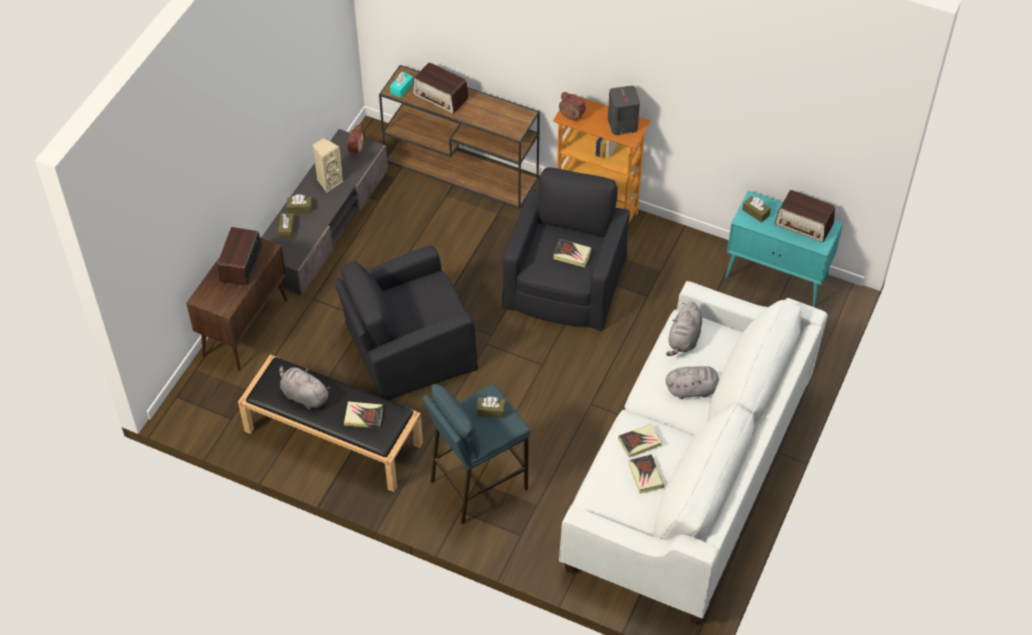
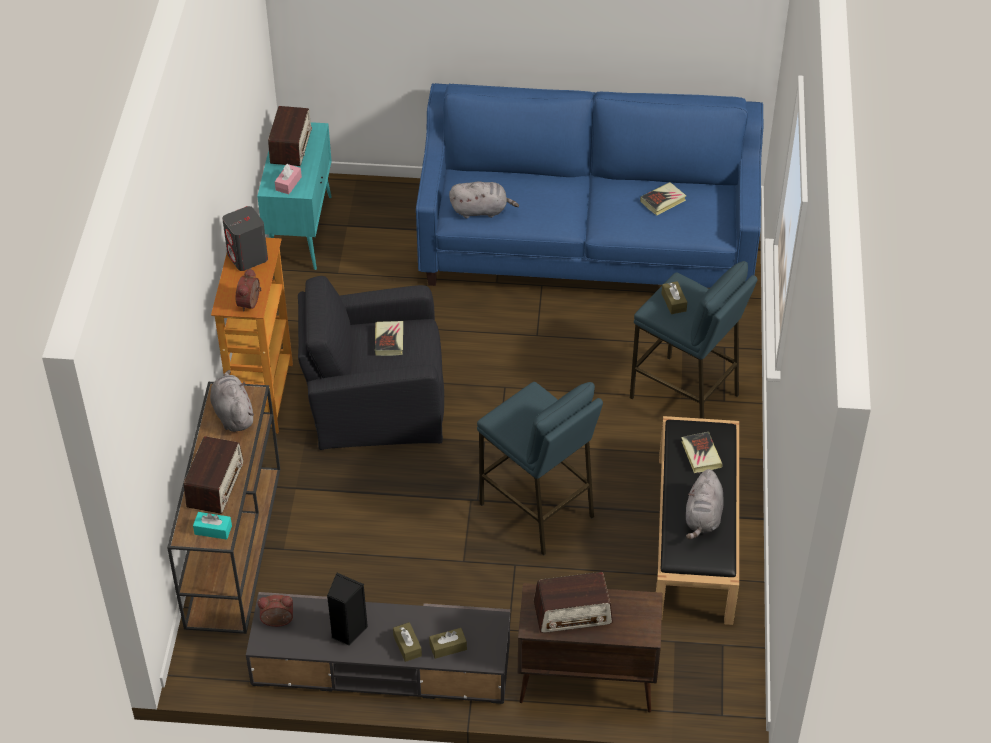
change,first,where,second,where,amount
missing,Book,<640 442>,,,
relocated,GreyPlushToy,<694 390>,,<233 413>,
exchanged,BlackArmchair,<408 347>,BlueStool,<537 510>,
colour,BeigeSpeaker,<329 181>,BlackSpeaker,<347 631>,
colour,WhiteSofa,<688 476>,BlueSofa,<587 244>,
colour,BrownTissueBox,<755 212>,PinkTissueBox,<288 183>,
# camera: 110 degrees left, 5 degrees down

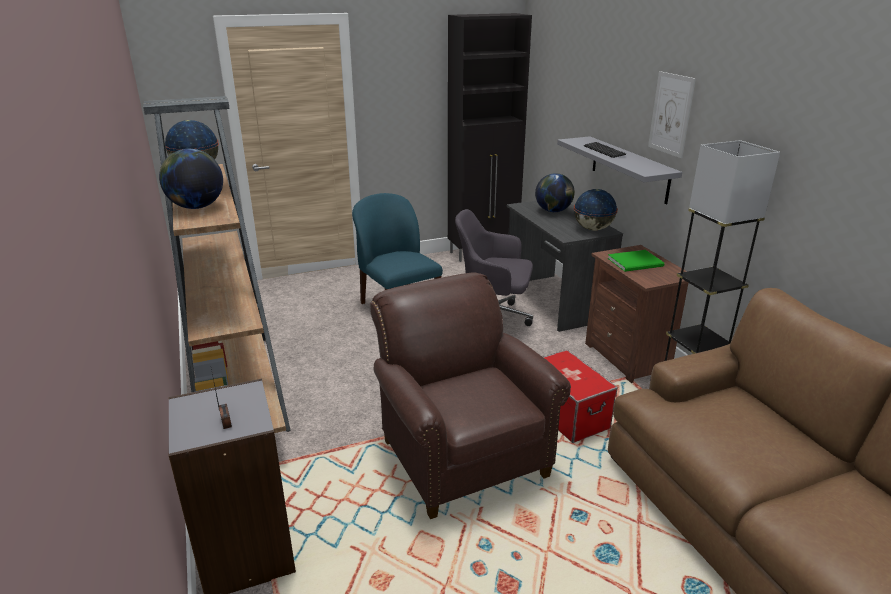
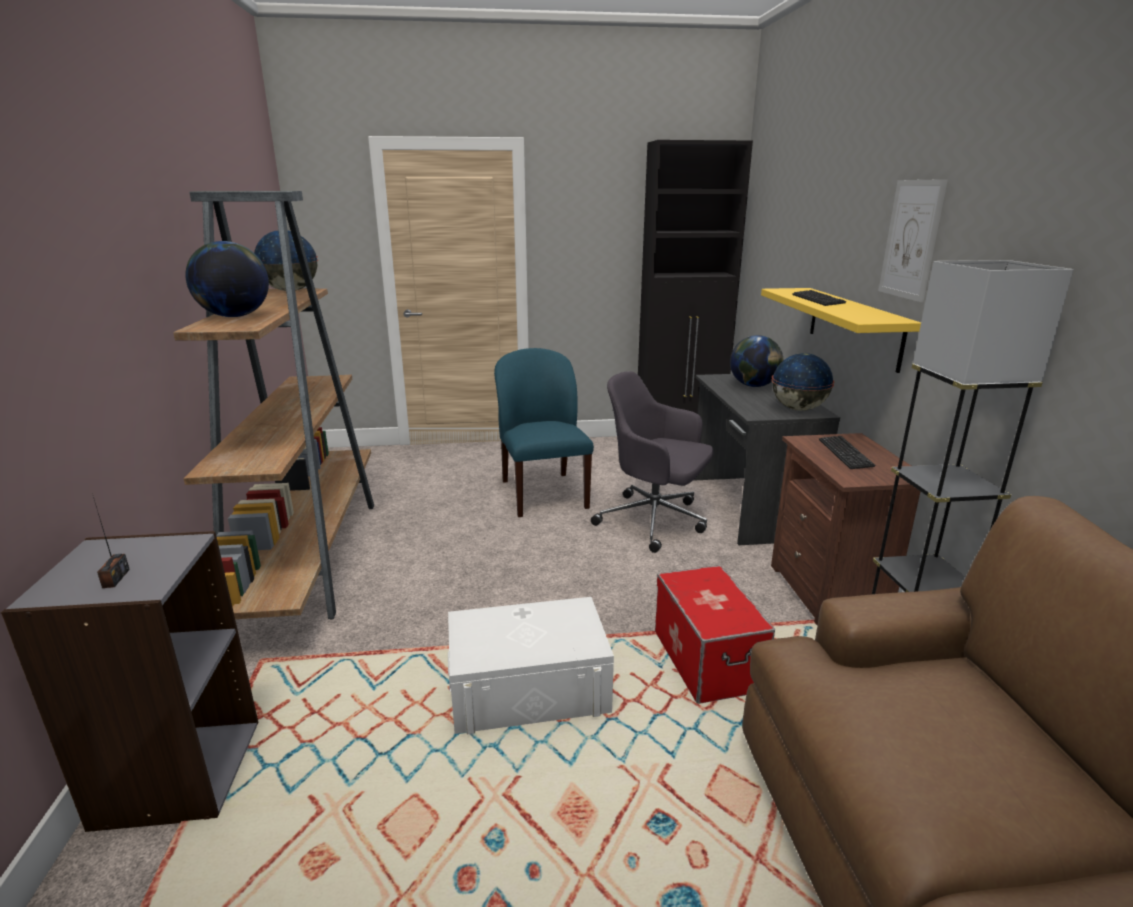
change,first,where,second,where,amount
exchanged,BrownArmchair,<460 453>,WhiteStorageBox,<528 688>,
exchanged,GreenBook,<637 262>,Keyboard,<845 454>,
colour,GreyShelf,<629 169>,YellowShelf,<854 327>,
# camera: 15 degrees right, 5 degrees down

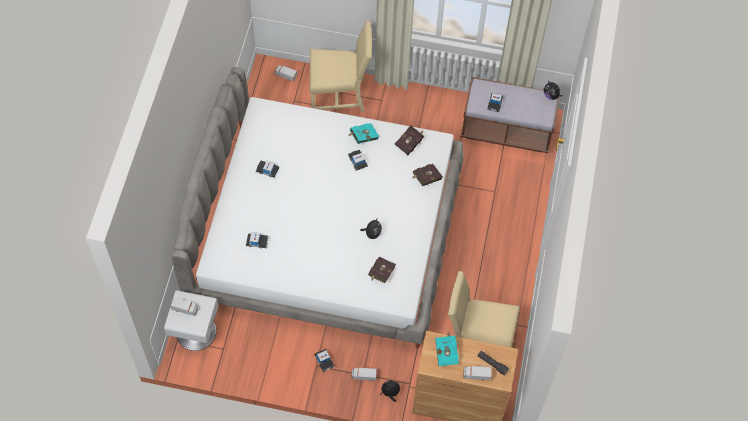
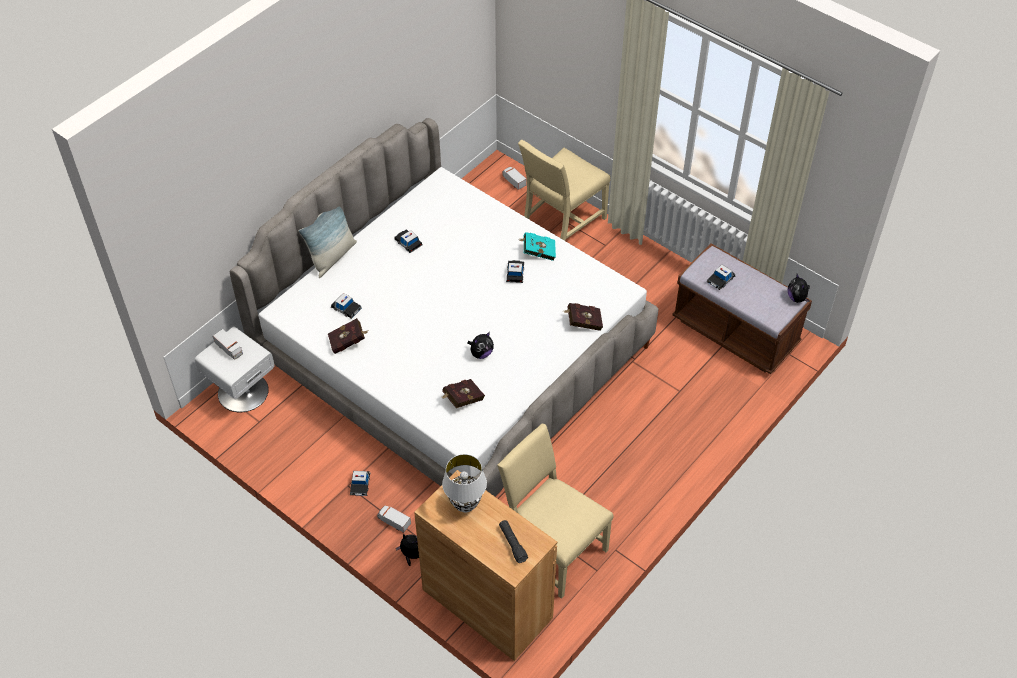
change,first,where,second,where,amount
missing,ToyTruck,<476 375>,,,
appeared,,,Pillow,<332 257>,
relocated,RedBook,<410 143>,,<349 342>,
exchanged,TurquoiseBook,<446 352>,WhiteTableLamp,<465 505>,
spun,BeigeChair,<340 95>,,<561 222>,105 degrees clockwise
# camera: 30 degrees right, 10 degrees down

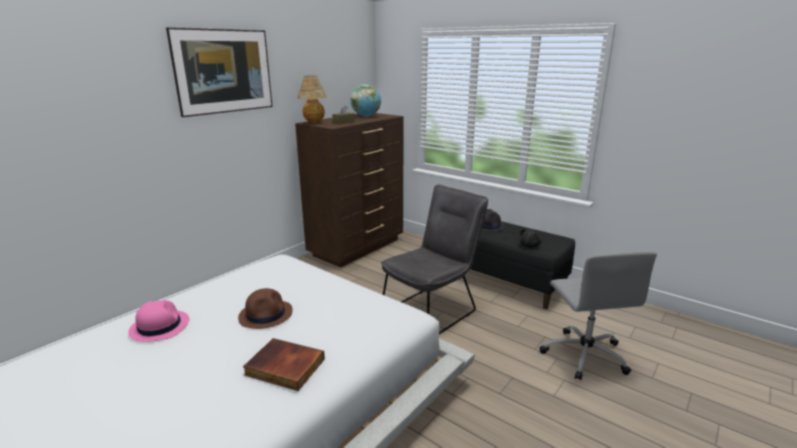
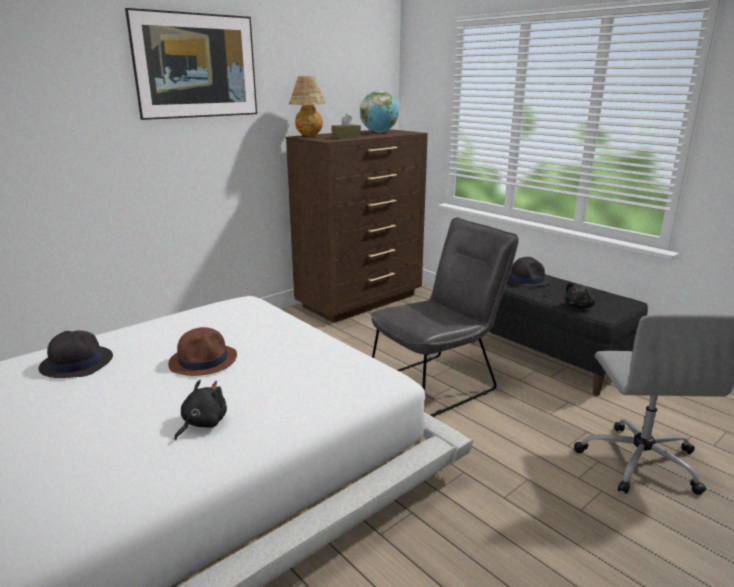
change,first,where,second,where,amount
exchanged,Book,<284 367>,BlackPlushToy,<202 423>,
colour,PinkHat,<159 326>,BlackHat,<76 362>,
# camera: 10 degrees right, 0 degrees up

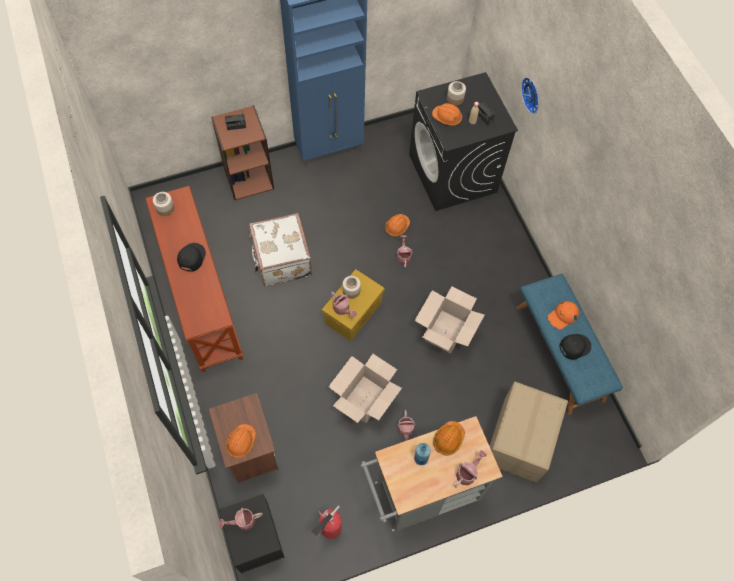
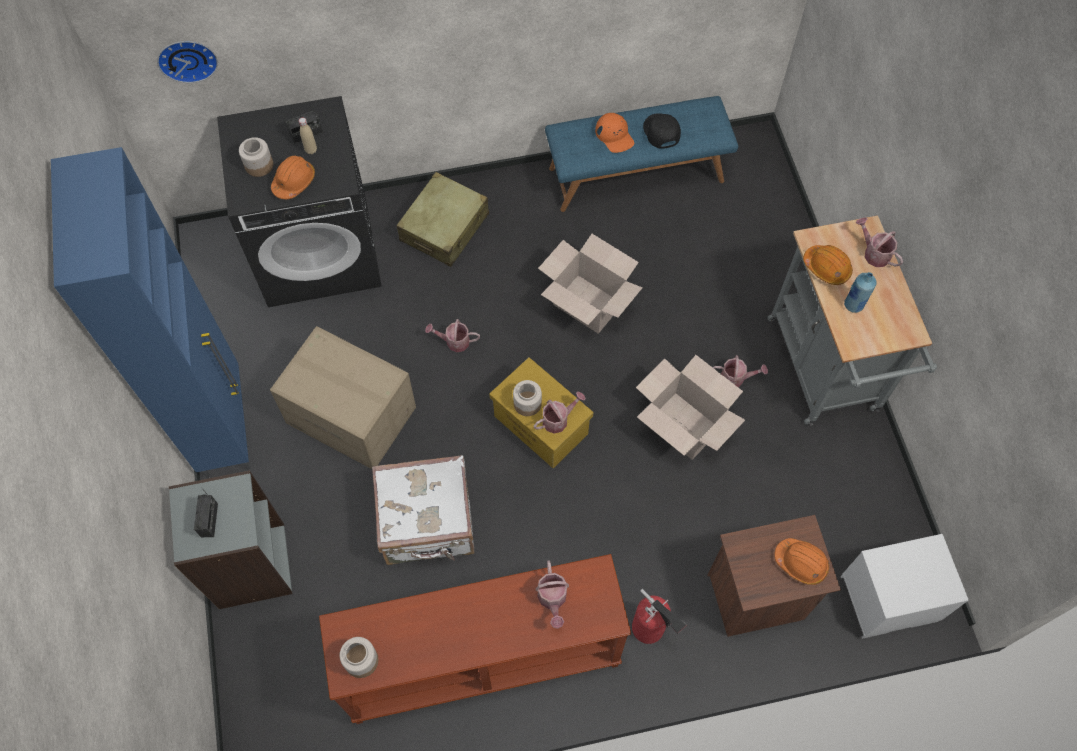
change,first,where,second,where,amount
missing,BlackCap,<191 257>,,,
missing,OrangeHardHat,<397 227>,,,
appeared,,,BeigeSuitcase,<445 227>,
relocated,WateringCan,<242 521>,,<552 599>,
relocated,FireExtinguisher,<329 529>,,<650 630>,
relocated,CardboardBox,<520 440>,,<352 414>,
relocated,WallClock,<532 94>,,<187 58>,
colour,BrownBookcase,<248 178>,GreyBookcase,<251 566>,
colour,BlackNightstand,<254 538>,WhiteNightstand,<888 600>,
# camera: 80 degrees left, 0 degrees up

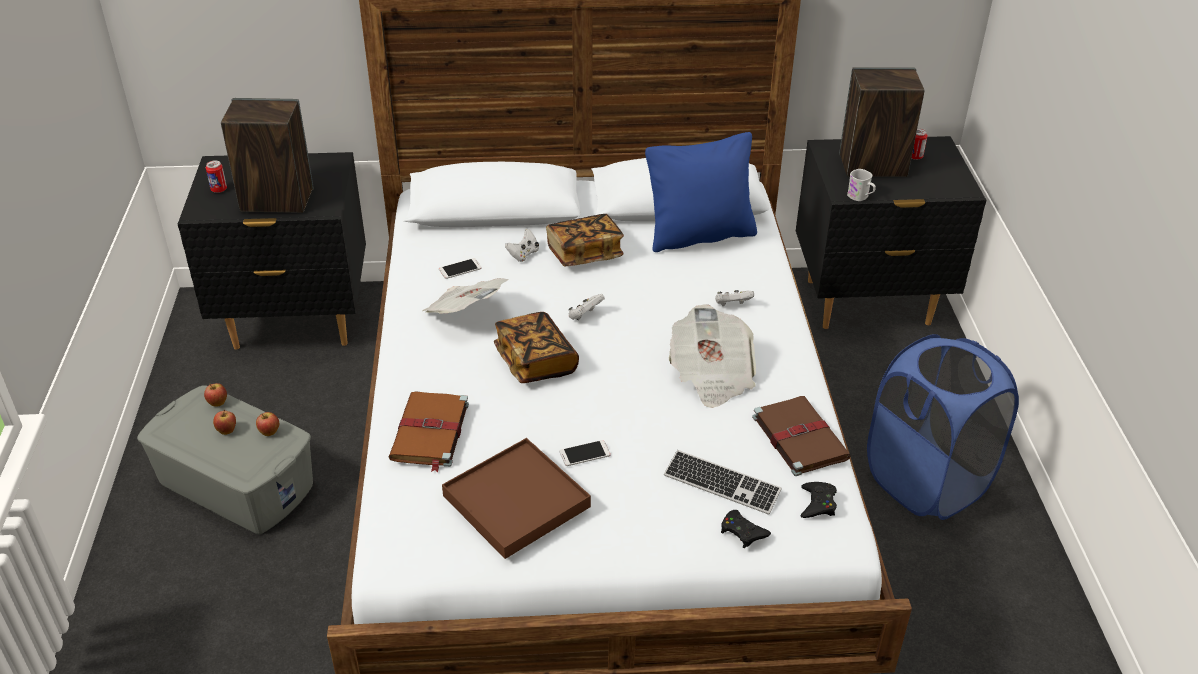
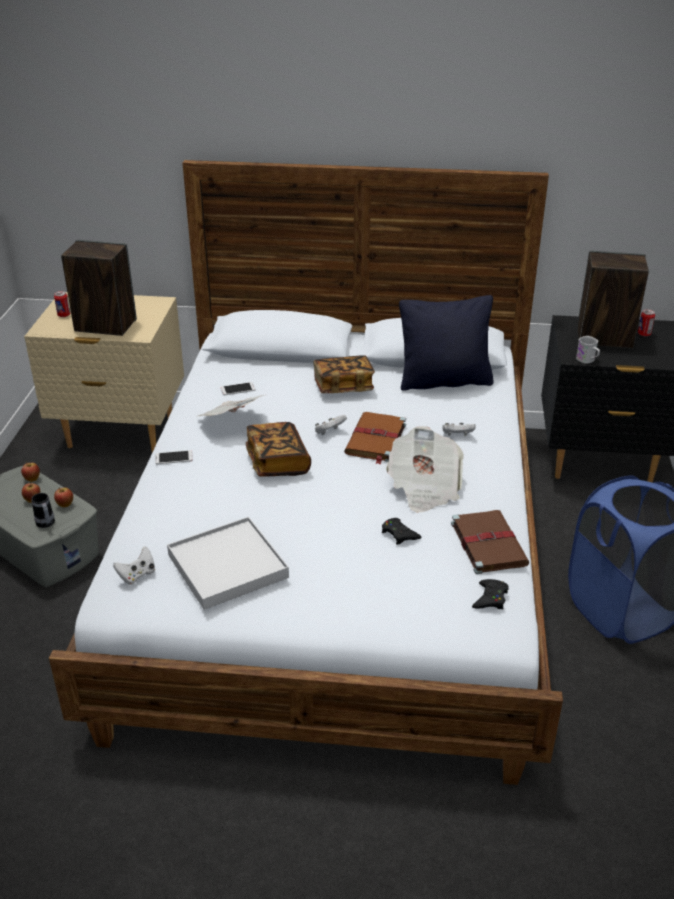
change,first,where,second,where,amount
missing,Keyboard,<721 484>,,,
appeared,,,Mug,<46 524>,
relocated,BrownBook,<430 433>,,<375 440>,
relocated,WhiteGameController,<523 254>,,<137 575>,
relocated,Phone,<584 453>,,<174 458>,
relocated,BlackGameController,<742 532>,,<399 534>,
colour,BlackNightstand,<295 322>,BeigeNightstand,<120 433>,
colour,BrownTray,<516 502>,WhiteTray,<227 566>,
colour,BluePillow,<700 235>,BlackPillow,<444 381>,
# camera: 10 degrees right, 5 degrees down

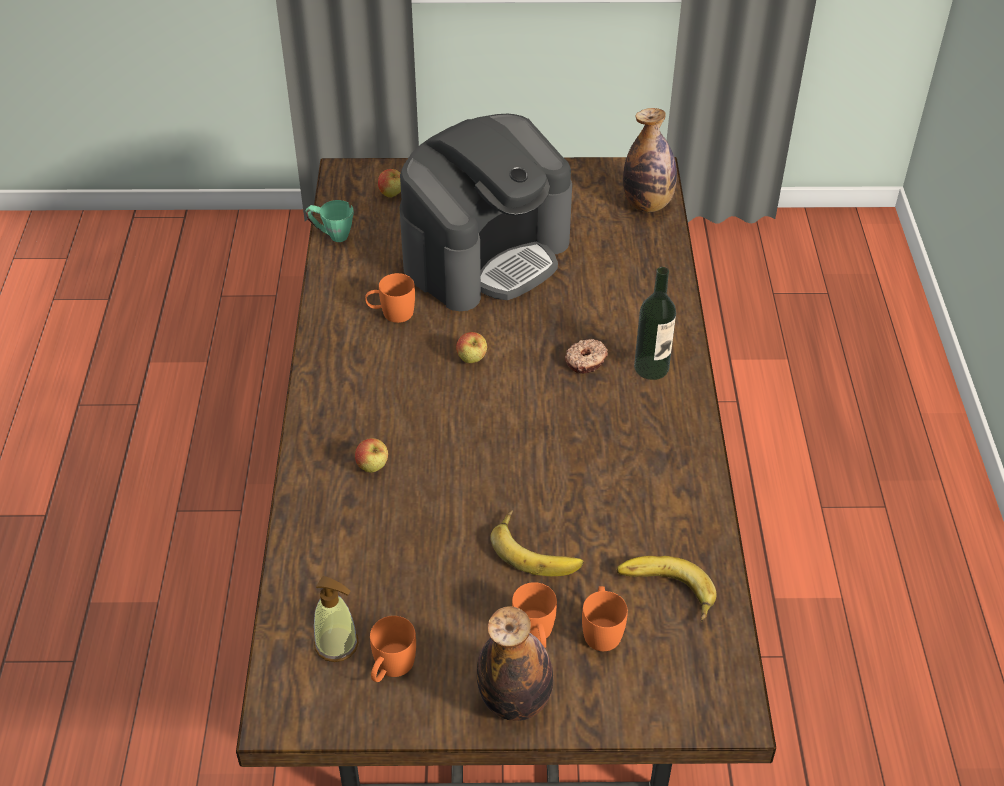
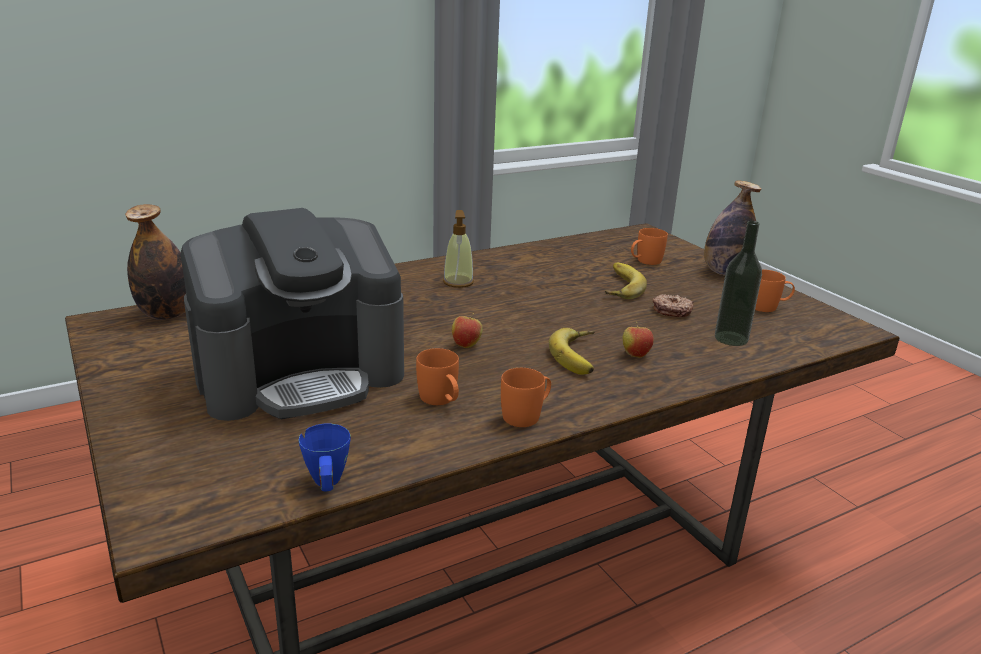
change,first,where,second,where,amount
missing,Apple,<392 195>,,,
relocated,SoapDispenser,<337 644>,,<458 282>,
relocated,OrangeMug,<535 635>,,<527 415>,
relocated,Donut,<586 361>,,<672 311>,
relocated,Banana,<665 592>,,<581 356>,
relocated,Bottle,<651 368>,,<731 338>,
colour,GreenMug,<331 235>,BlueMug,<327 486>,
spun,CoffeeMachine,<486 254>,,<301 374>,135 degrees clockwise
# camera: 120 degrees left, 20 degrees down

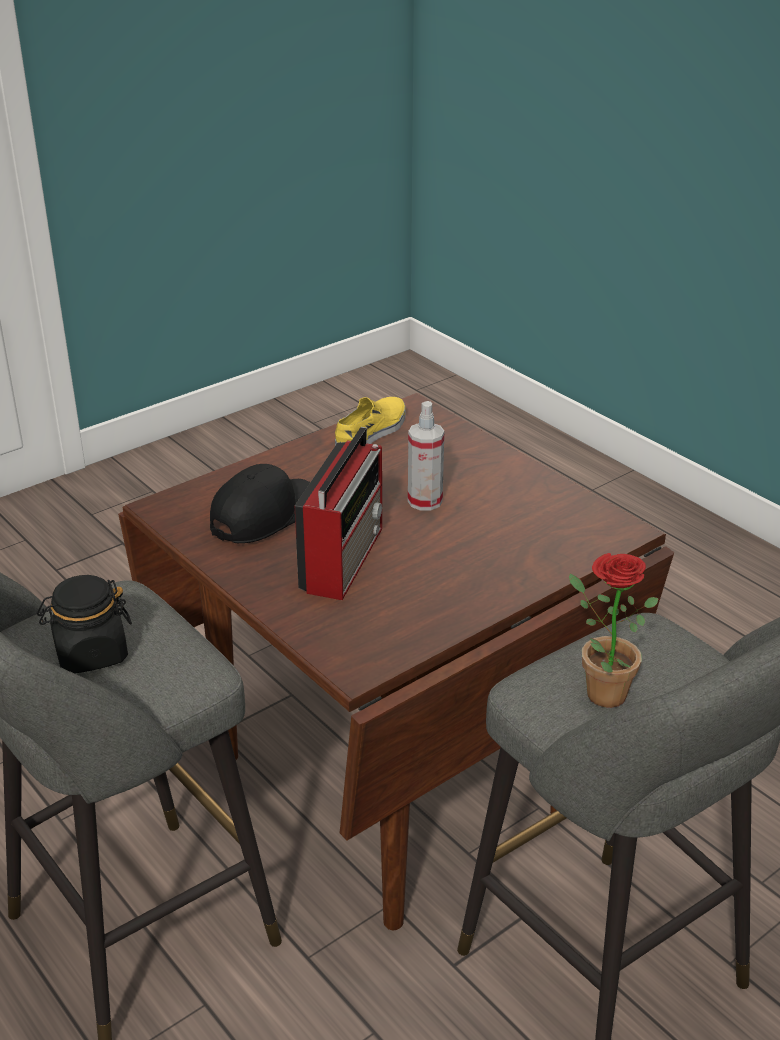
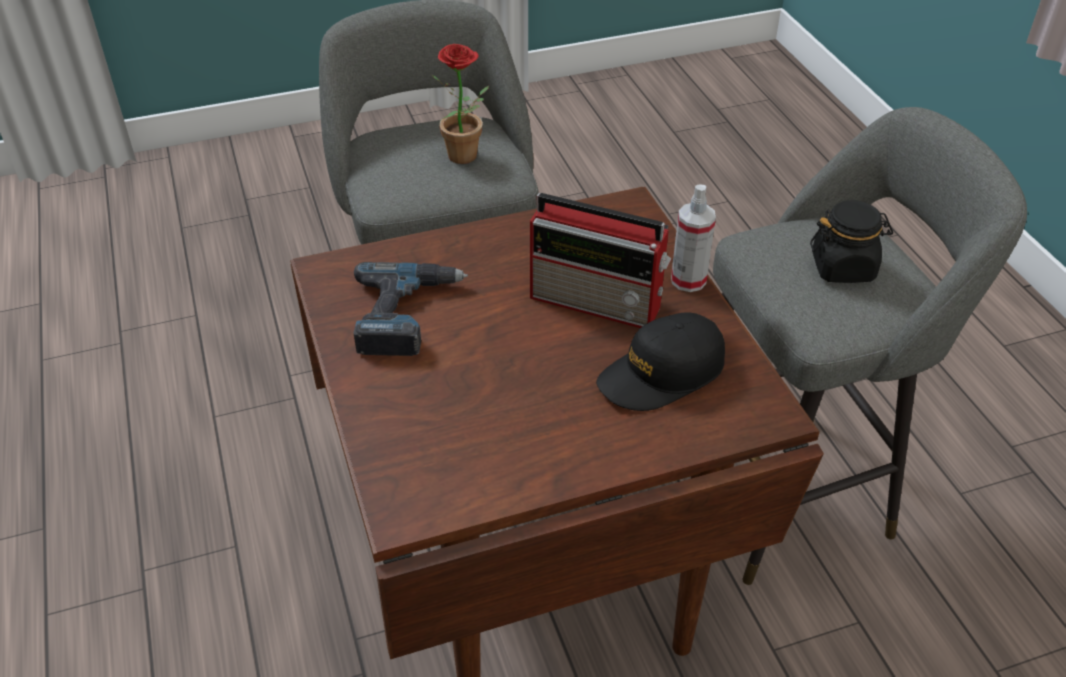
change,first,where,second,where,amount
missing,YellowShoe,<372 432>,,,
appeared,,,PowerDrill,<406 315>,
relocated,SprayBottle,<425 501>,,<688 280>,
spun,Radio,<344 557>,,<598 302>,105 degrees counterclockwise
# camera: 160 degrees left, 10 degrees up

